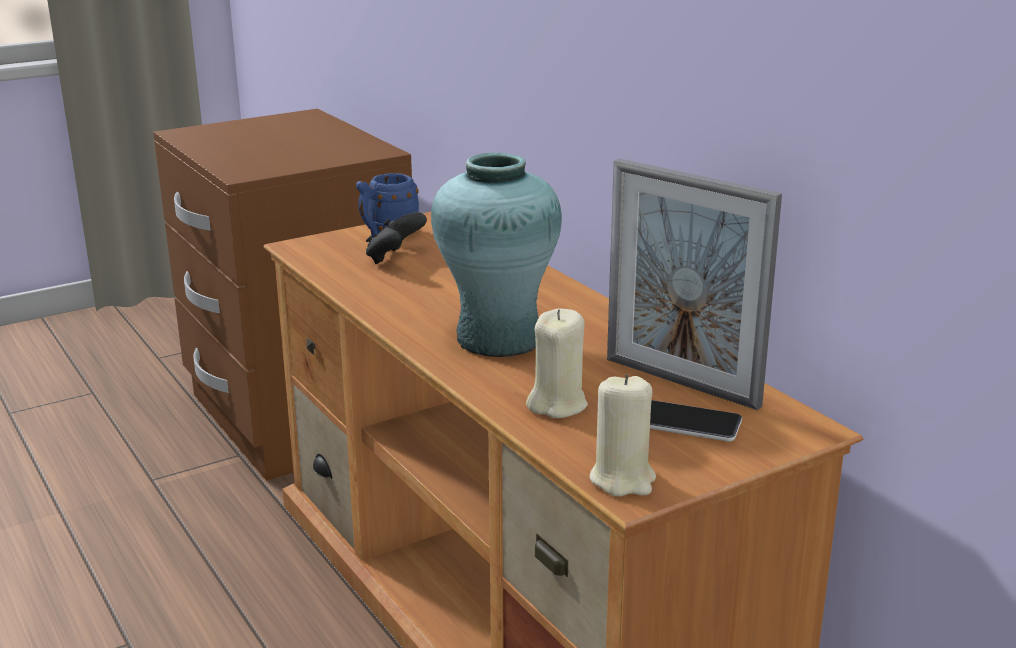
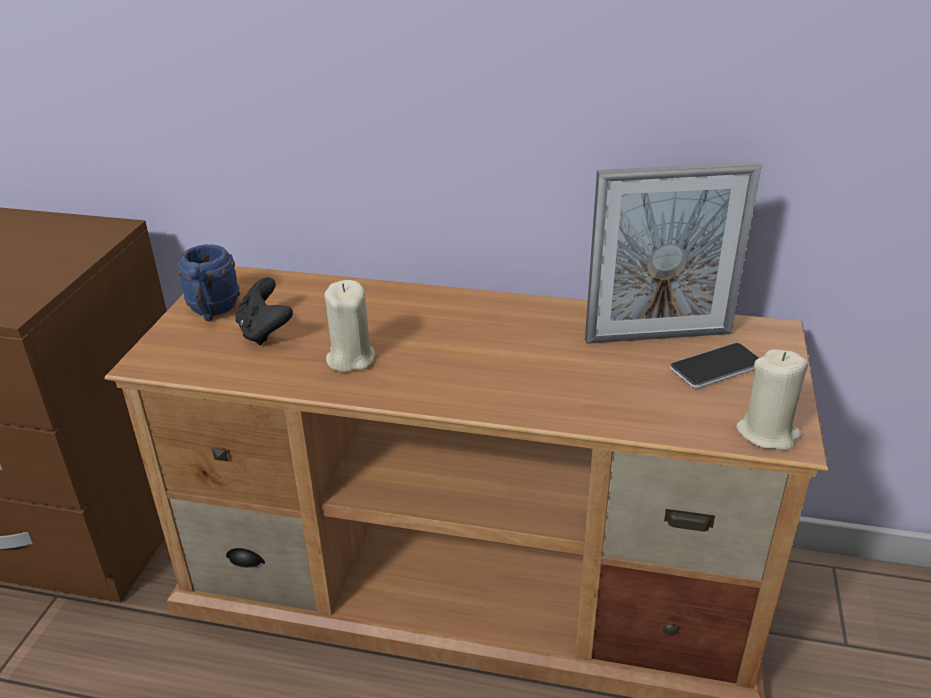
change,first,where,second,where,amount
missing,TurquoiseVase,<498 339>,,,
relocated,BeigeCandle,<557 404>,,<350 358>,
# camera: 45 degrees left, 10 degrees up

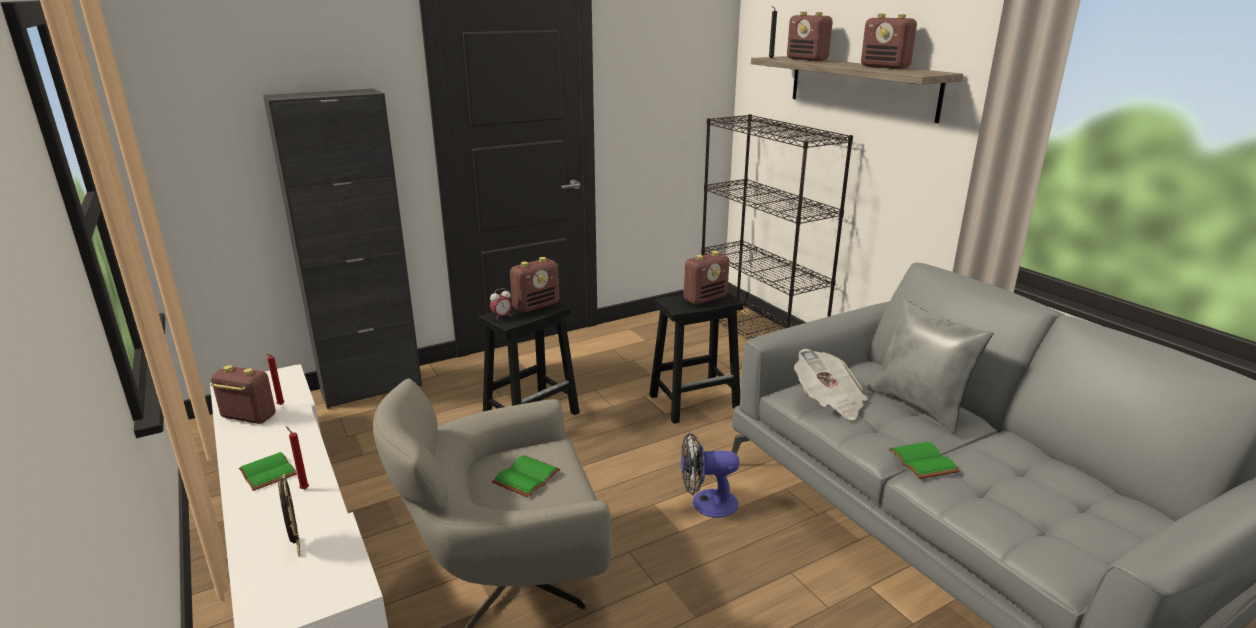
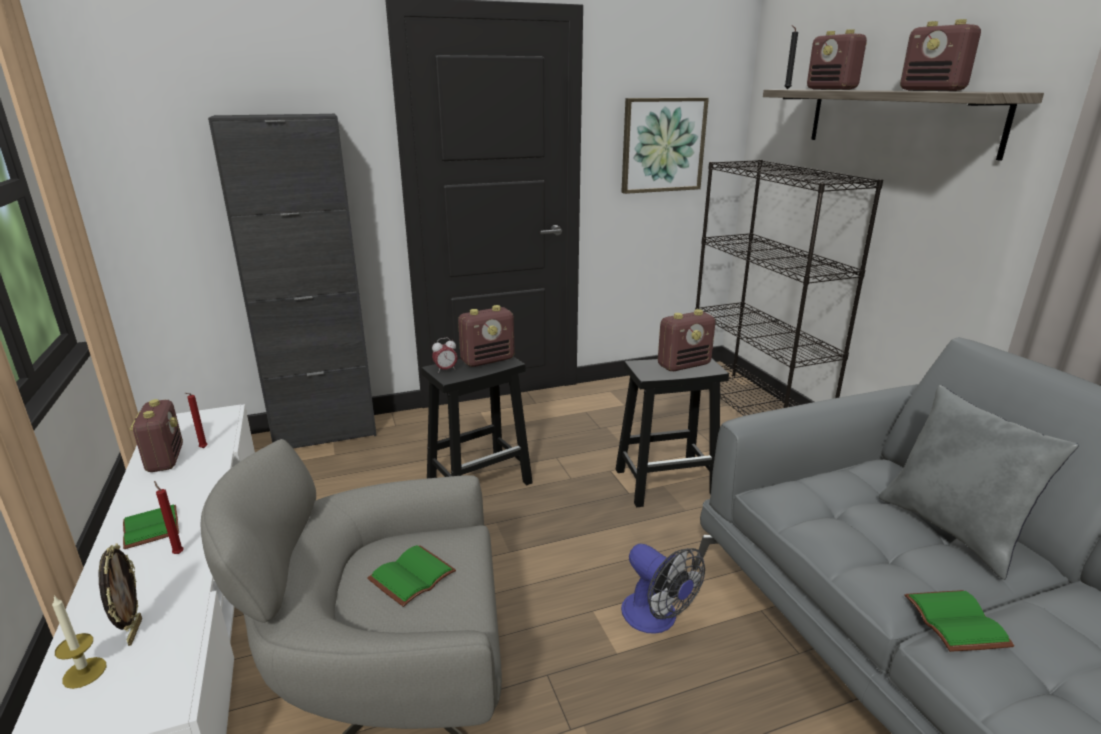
change,first,where,second,where,amount
missing,Newspaper,<829 401>,,,
appeared,,,Candle,<84 672>,
appeared,,,Picture,<662 145>,
spun,Radio,<248 417>,,<165 459>,45 degrees clockwise
spun,Fan,<706 504>,,<656 619>,135 degrees counterclockwise
# camera: 10 degrees right, 0 degrees up

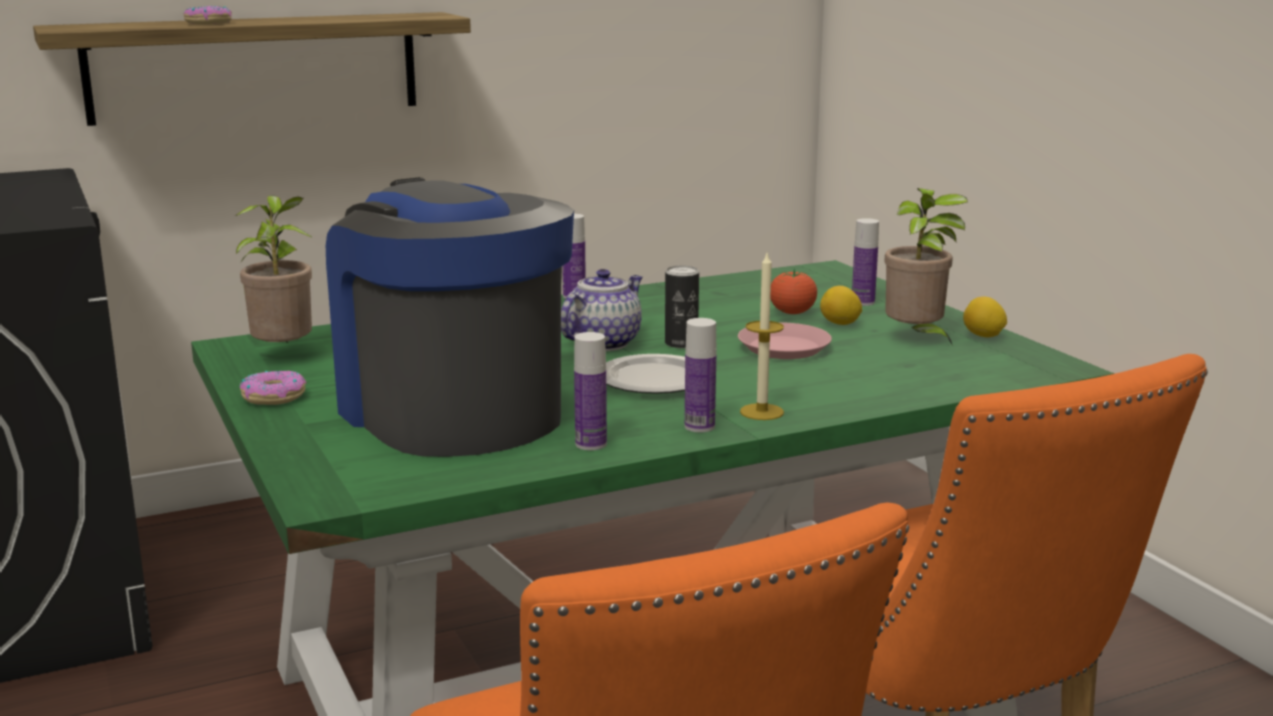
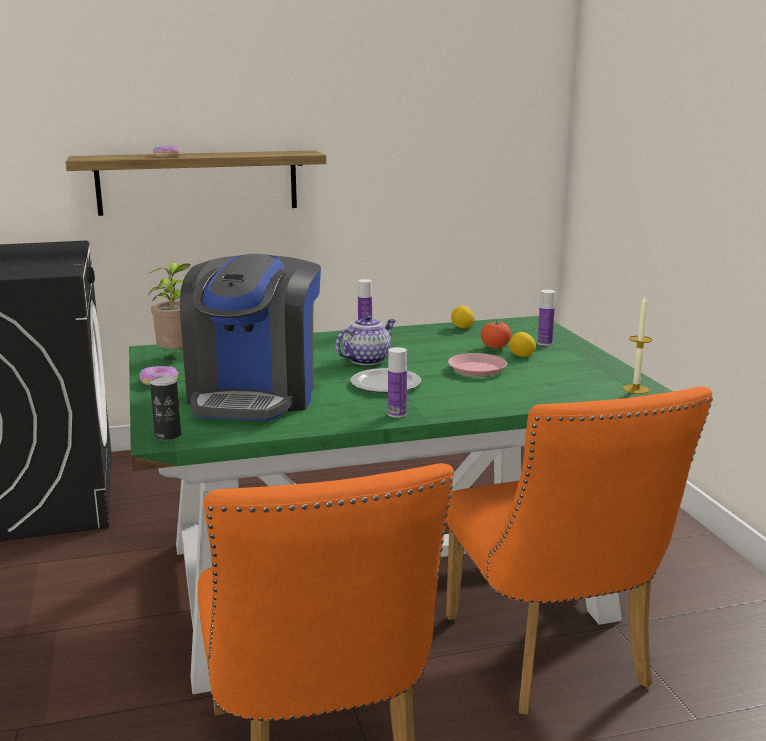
change,first,where,second,where,amount
missing,Bottle,<591 444>,,,
missing,PottedPlant,<916 339>,,,
relocated,Can,<681 343>,,<168 435>,
relocated,Candle,<761 412>,,<635 389>,
relocated,Lemon,<983 336>,,<462 328>,
spun,CoffeeMachine,<450 411>,,<255 395>,150 degrees counterclockwise
# camera: 10 degrees right, 0 degrees up

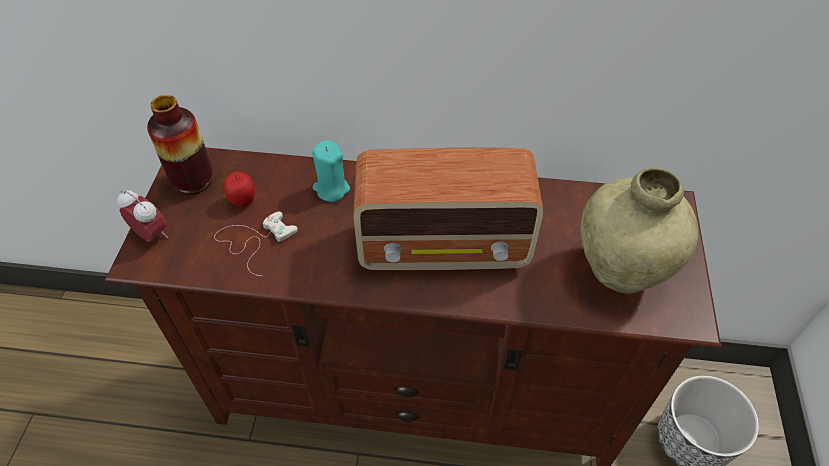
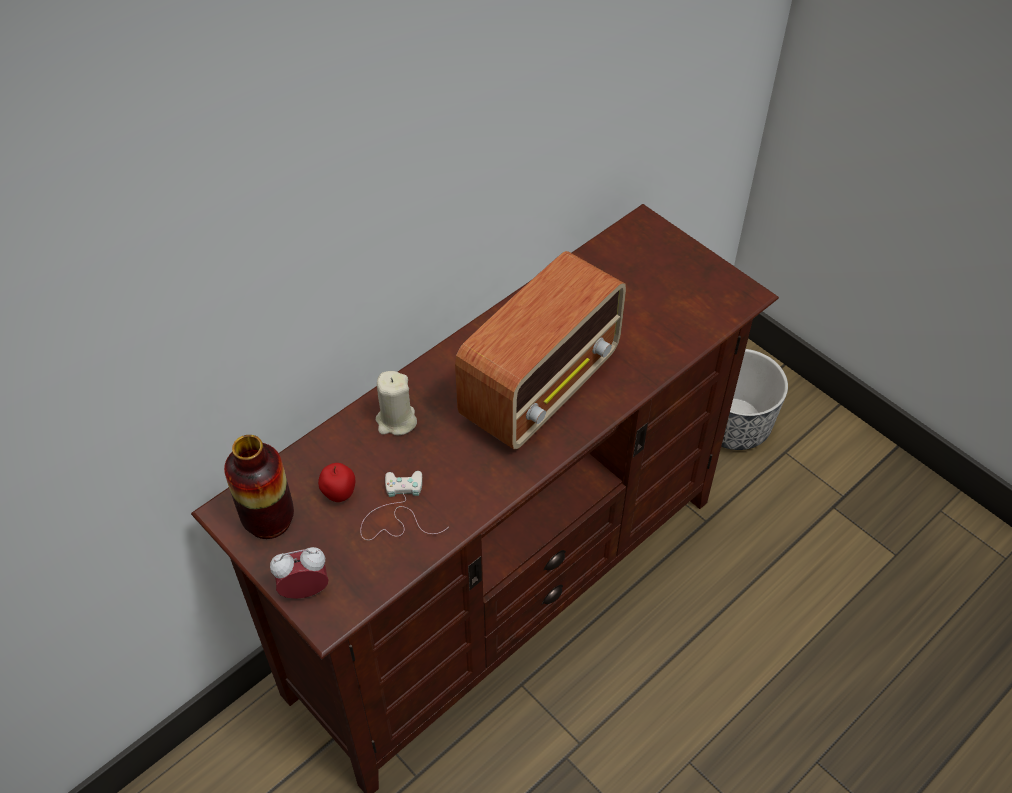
change,first,where,second,where,amount
missing,BeigeVase,<620 271>,,,
colour,TurquoiseCandle,<331 189>,BeigeCandle,<396 421>,
# camera: 50 degrees left, 0 degrees up

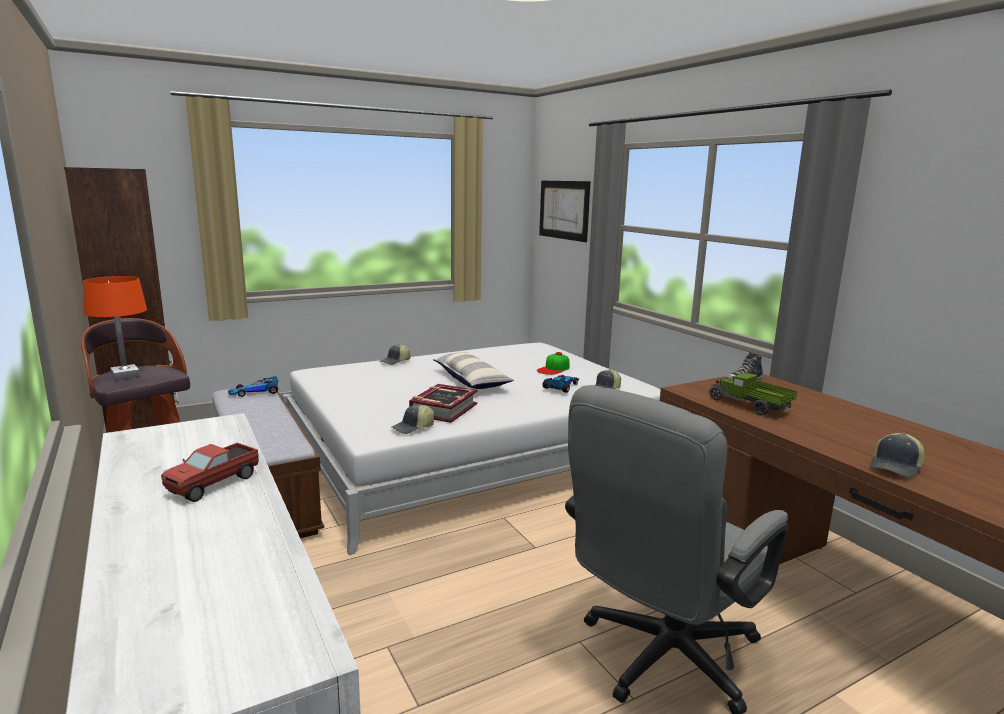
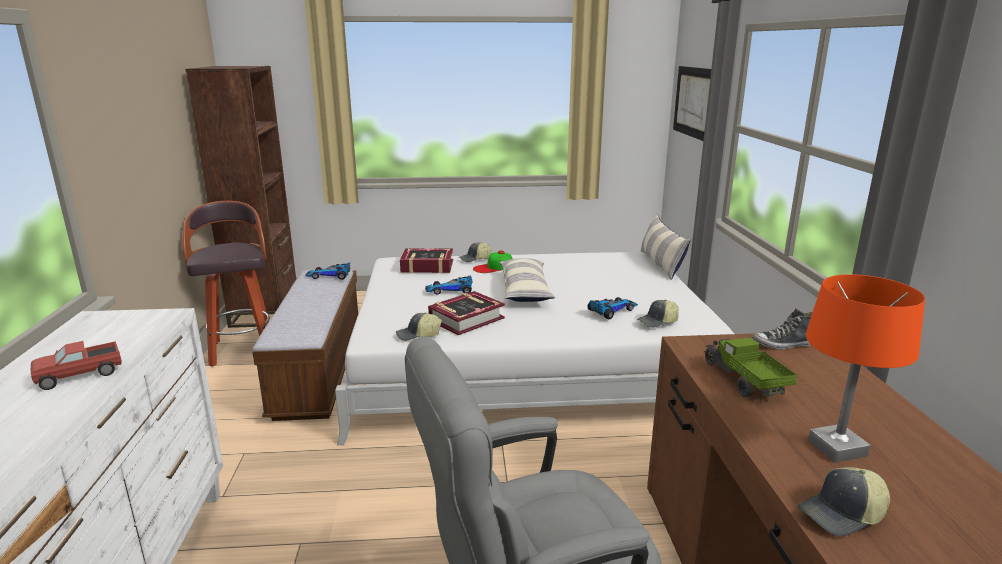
change,first,where,second,where,amount
appeared,,,Book,<427 266>,
appeared,,,ToyCar,<450 290>,
appeared,,,Pillow,<660 264>,
relocated,OrangeTableLamp,<125 375>,,<837 448>,
relocated,Cap,<553 369>,,<493 267>,
# camera: 25 degrees right, 5 degrees up

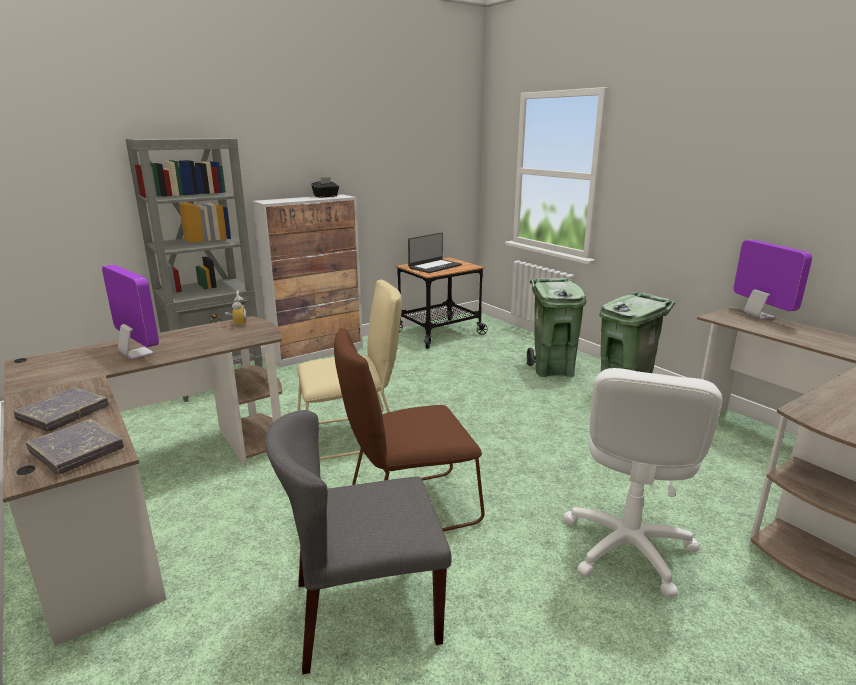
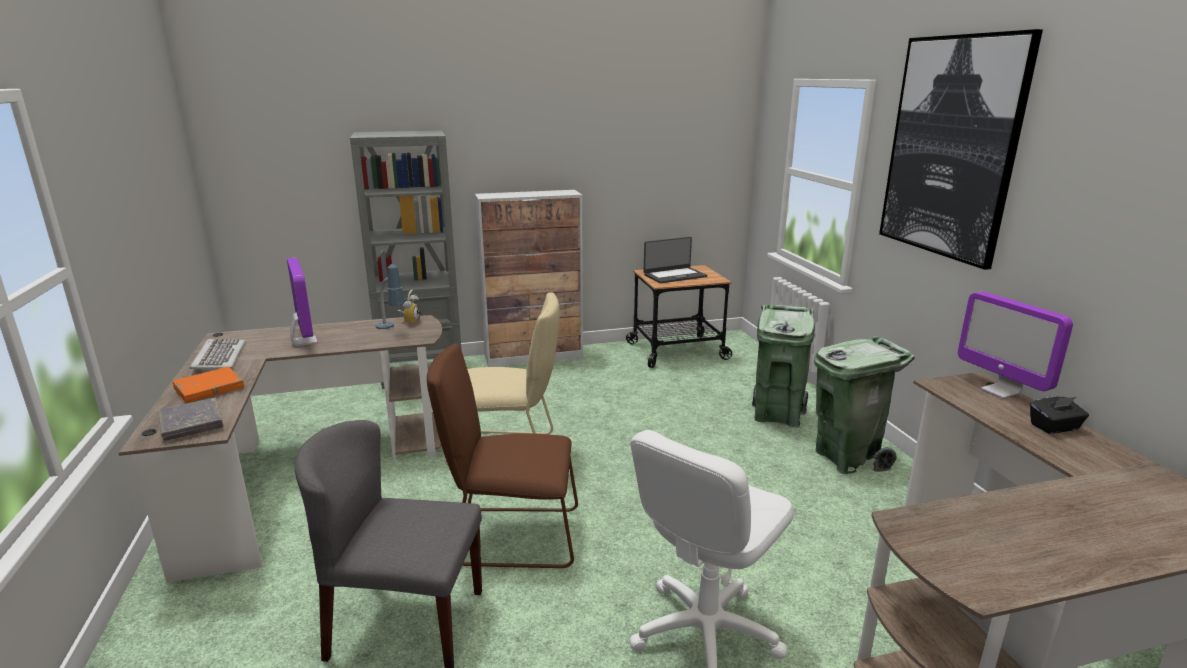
change,first,where,second,where,amount
appeared,,,Keyboard,<218 357>,
appeared,,,TableLamp,<391 329>,
appeared,,,Picture,<951 147>,
relocated,BlackTissueBox,<326 196>,,<1055 427>,
colour,GreyBook,<63 413>,OrangeBook,<209 389>,
spun,Monitor,<758 316>,,<1000 391>,150 degrees clockwise
# camera: 20 degrees right, 0 degrees up

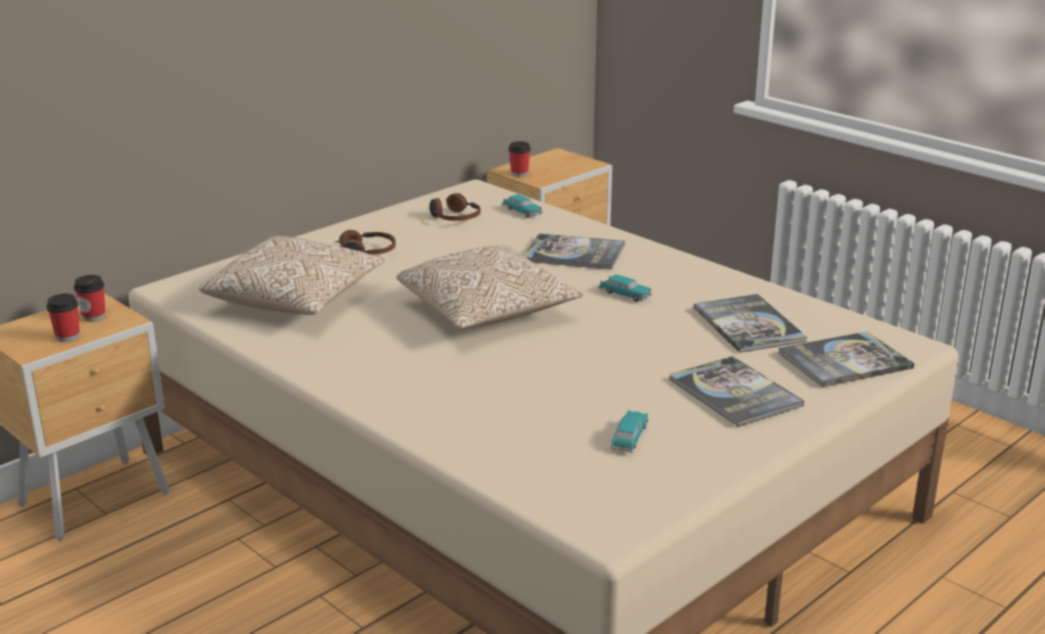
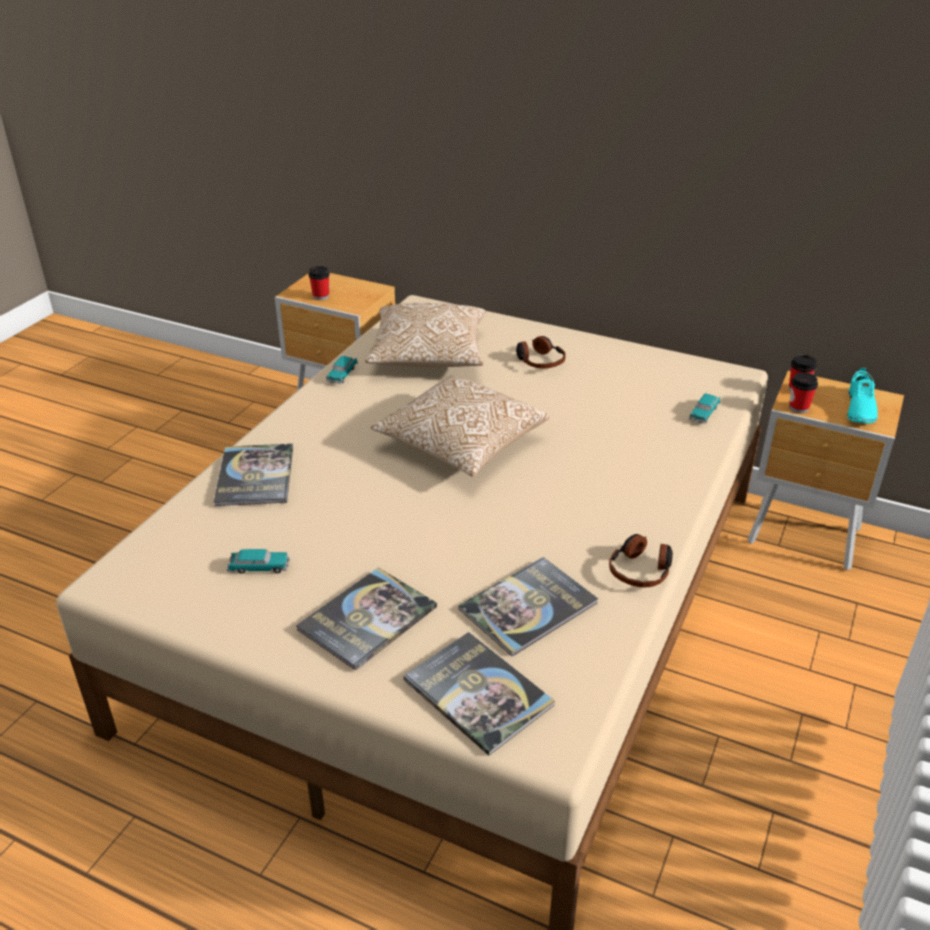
change,first,where,second,where,amount
appeared,,,TurquoiseShoe,<859 409>,
relocated,Cup,<94 316>,,<798 408>,
relocated,Headphones,<454 217>,,<641 569>,
relocated,Book,<574 253>,,<255 476>,
relocated,ToyCar,<625 294>,,<342 374>,
# camera: 70 degrees right, 10 degrees up

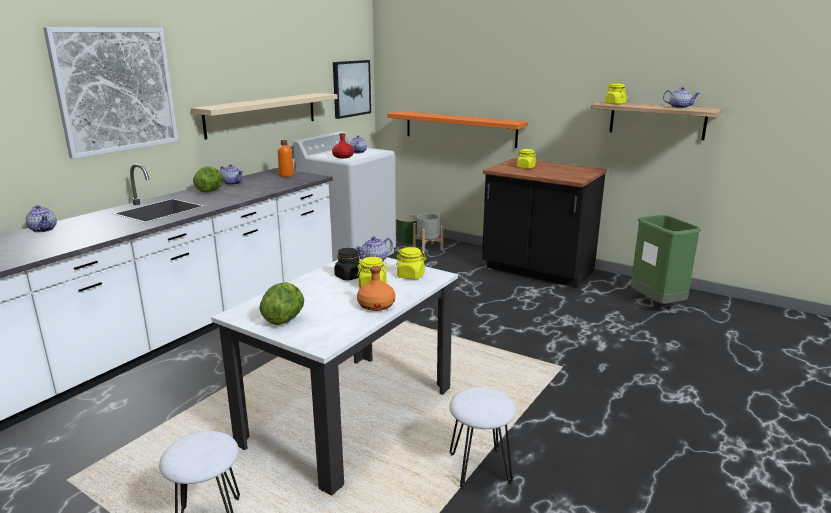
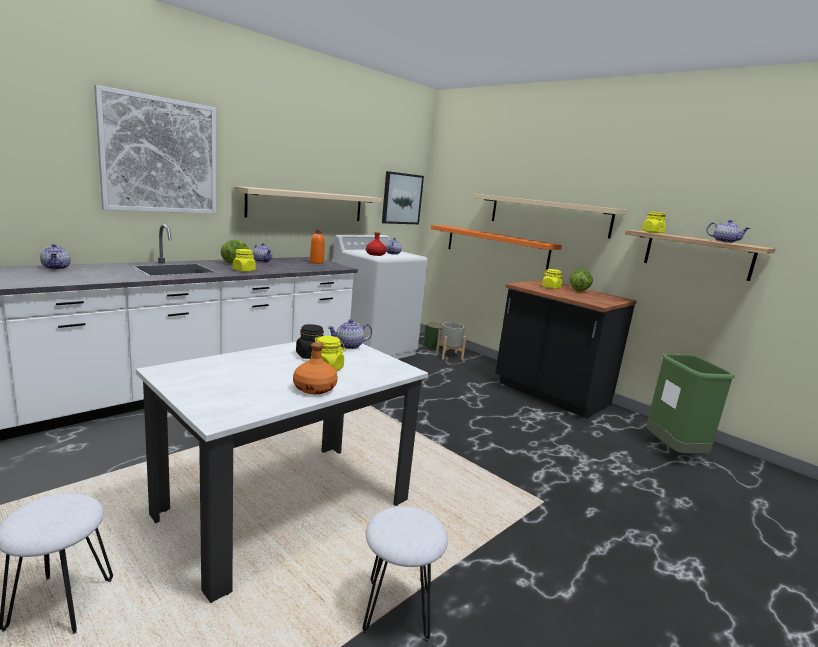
change,first,where,second,where,amount
appeared,,,BeigeShelf,<548 215>,
relocated,Lettuce,<284 319>,,<579 291>,
relocated,YellowJar,<411 276>,,<244 270>,
# camera: 10 degrees right, 5 degrees down

